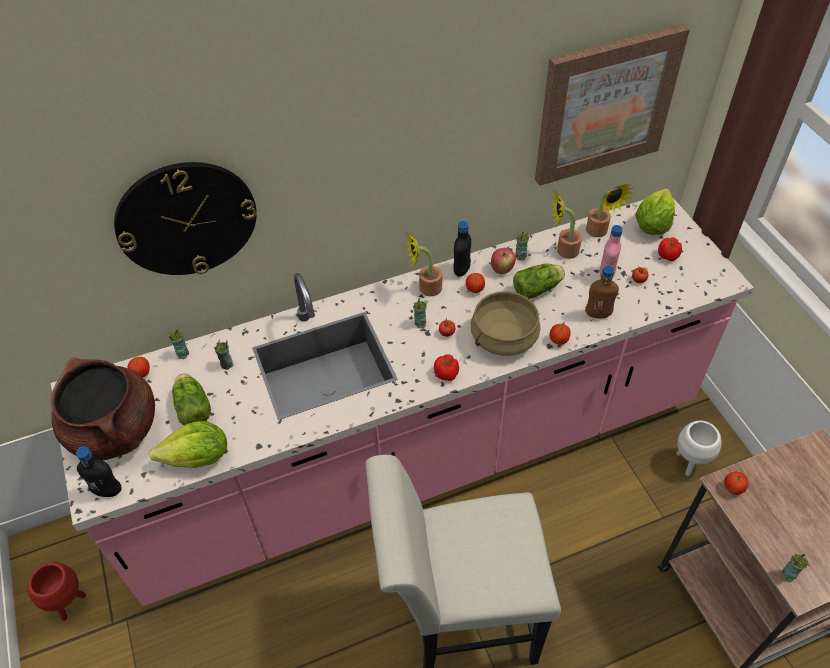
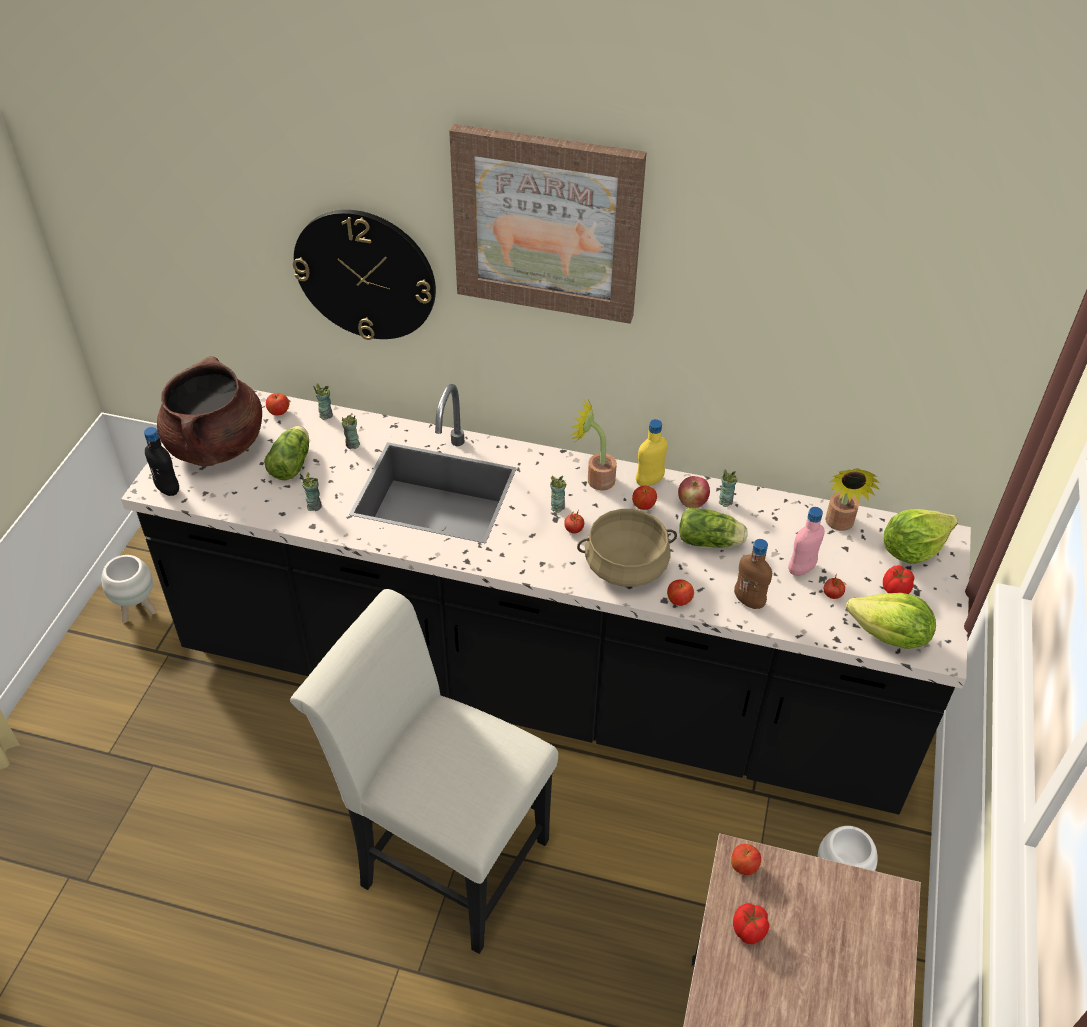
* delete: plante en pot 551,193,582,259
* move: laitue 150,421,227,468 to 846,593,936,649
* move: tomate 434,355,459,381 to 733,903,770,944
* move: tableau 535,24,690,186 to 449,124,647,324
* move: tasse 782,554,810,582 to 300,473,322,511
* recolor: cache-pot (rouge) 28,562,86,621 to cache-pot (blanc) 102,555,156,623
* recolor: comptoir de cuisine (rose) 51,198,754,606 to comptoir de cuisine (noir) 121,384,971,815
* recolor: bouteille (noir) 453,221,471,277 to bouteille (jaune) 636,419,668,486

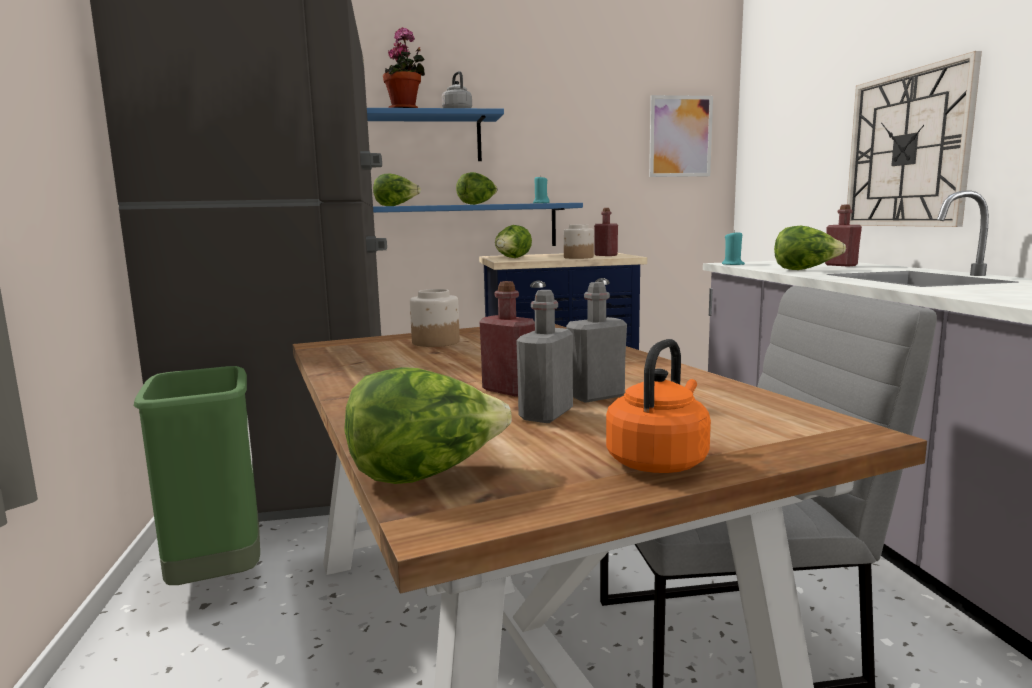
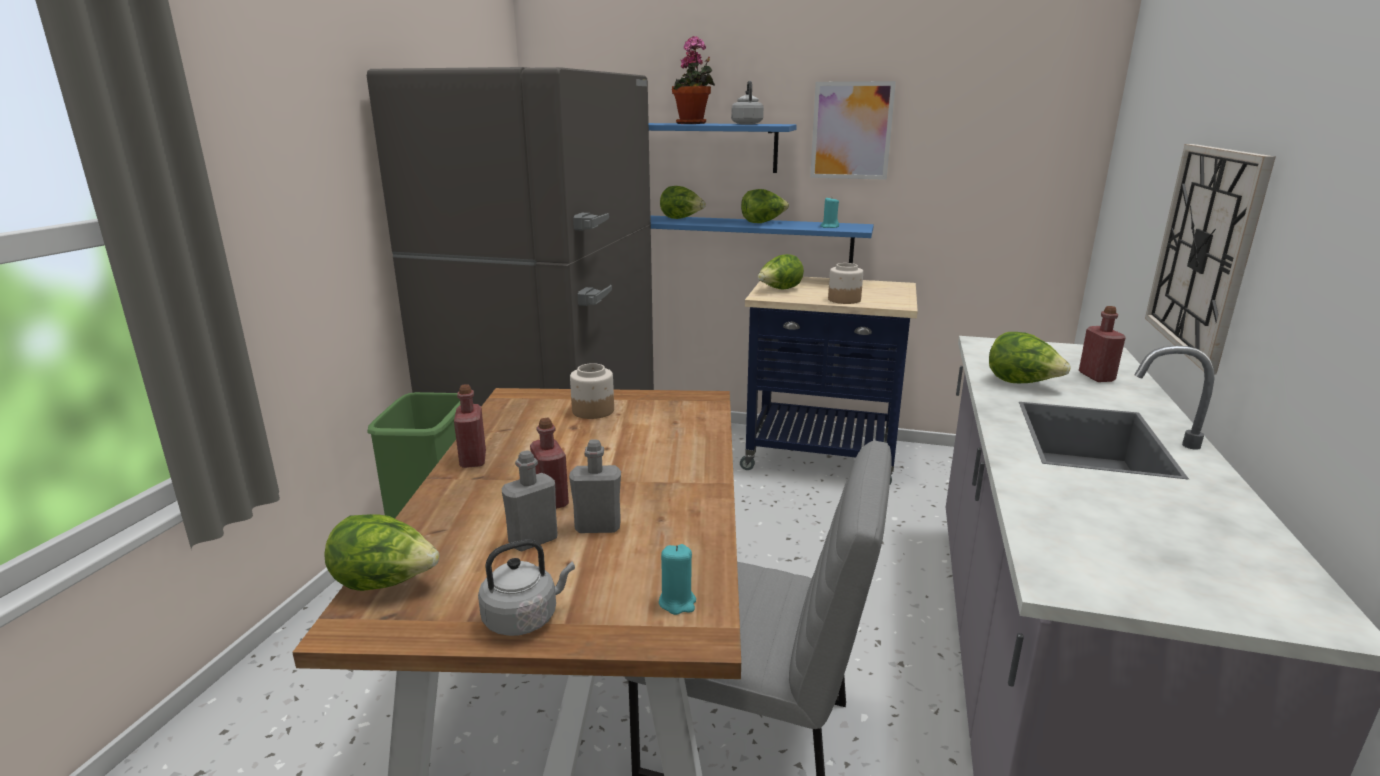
* move: bouteille (rouge) 594,208,618,256 to 454,384,486,468
* move: tableau 649,95,713,177 to 810,81,896,180
* move: bougie (turquoise) 722,231,745,265 to 659,544,696,615
* recolor: bouilloire (orange) 606,339,711,473 to bouilloire (gris) 478,539,575,636

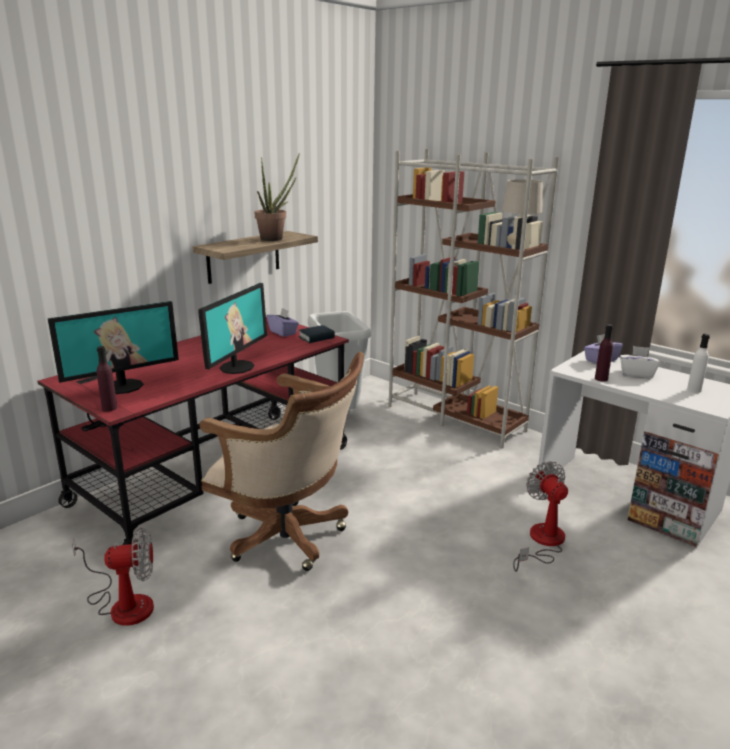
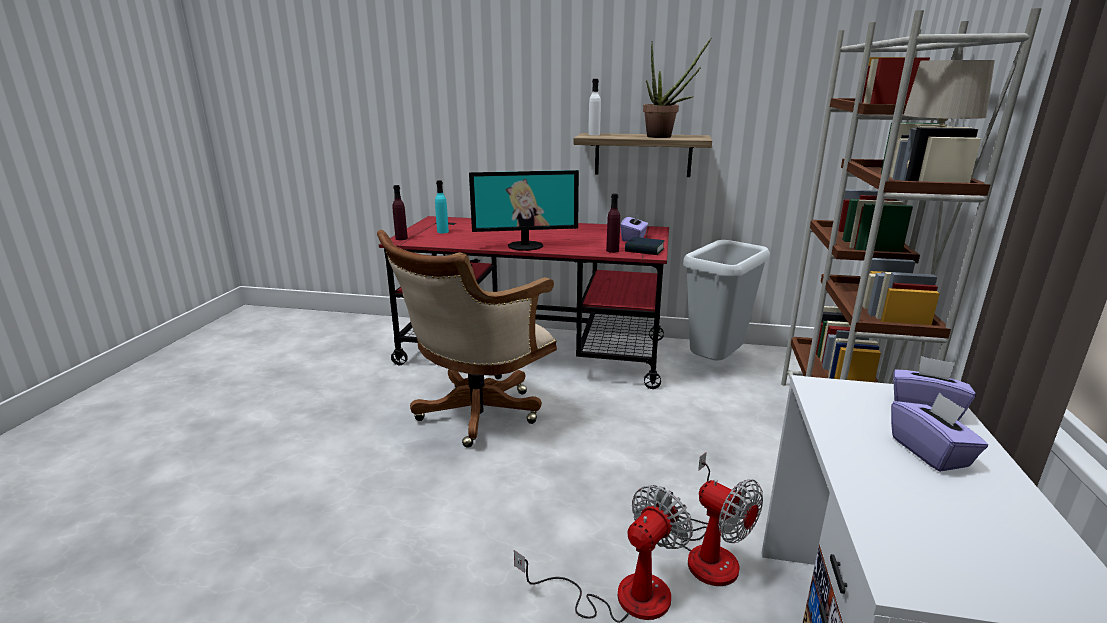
* move: ventilateur 72,528,154,626 to 682,452,763,586
* move: bouteille (violet) 595,324,613,382 to 606,193,620,253
* move: bouteille (blanc) 687,334,710,393 to 588,79,601,135
* replace: écran d'ordinateur 48,301,179,394 to bouteille (turquoise) 435,180,449,233
* recolor: boîte à mouchoirs (blanc) 620,346,660,378 to boîte à mouchoirs (violet) 891,392,988,472
* rotate: chaise de bureau 199,352,364,571 = 377,230,557,448 45 degrees clockwise

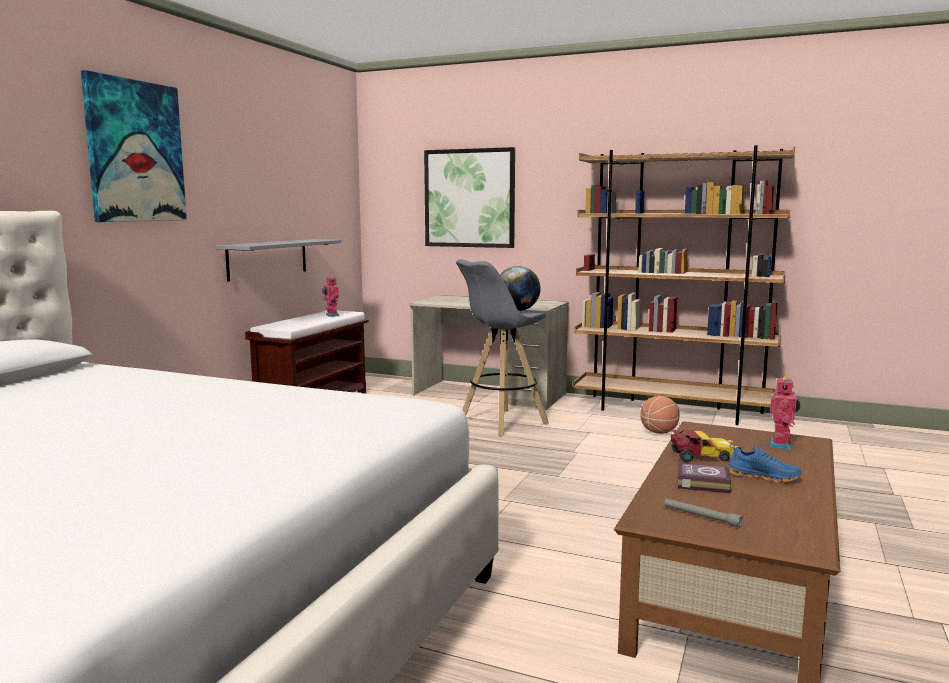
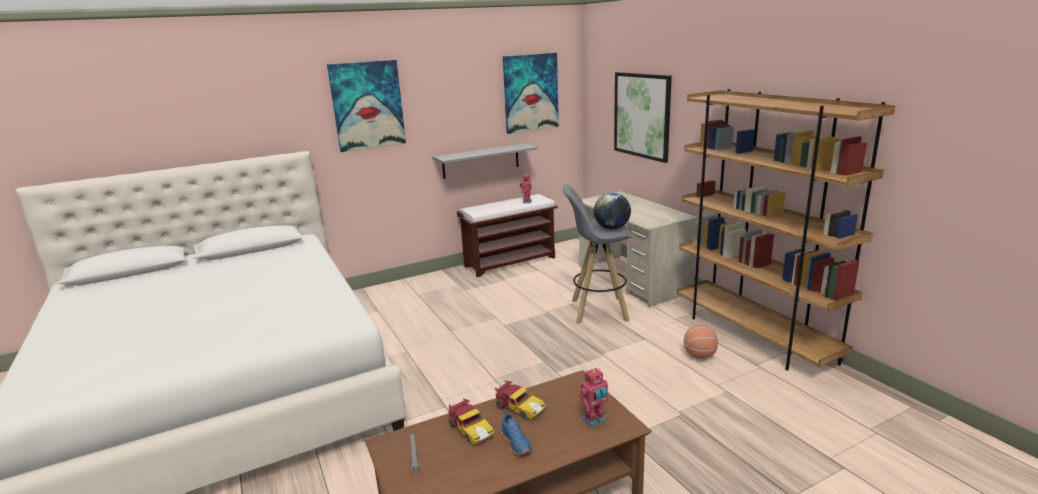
* insert: tableau 503,53,559,134
* replace: livre 677,463,732,493 to petite voiture 448,398,494,445

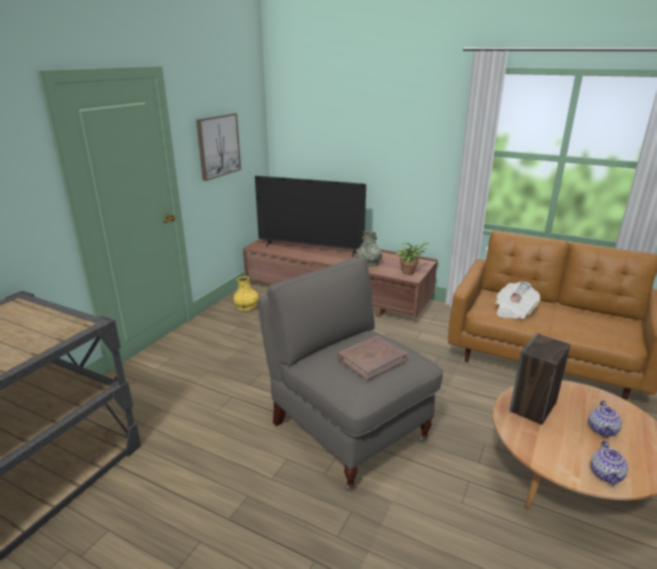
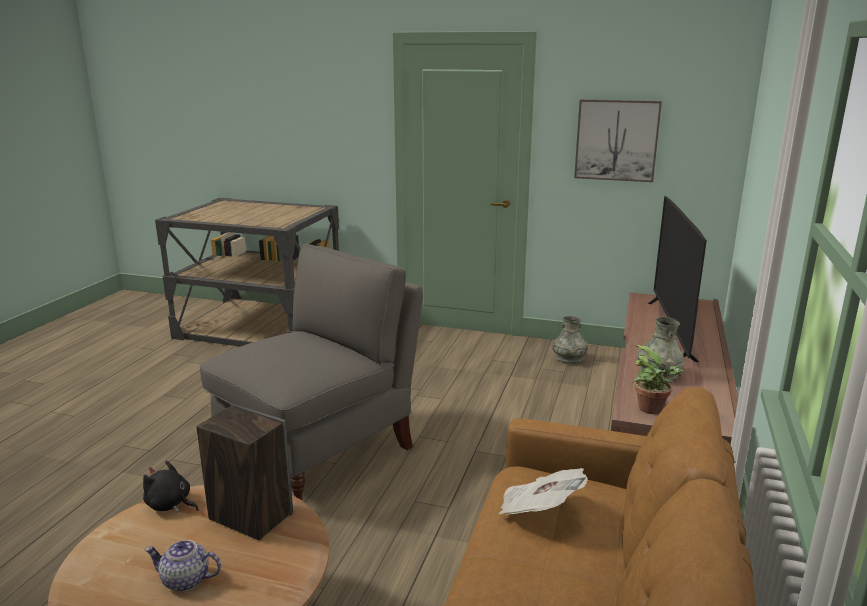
* delete: livre (marron) 337,336,407,380
* delete: théière 591,441,628,485
* insert: peluche (noir) 143,461,199,512
* recolor: vase (jaune) 234,276,259,311 to vase (gris) 552,316,588,363

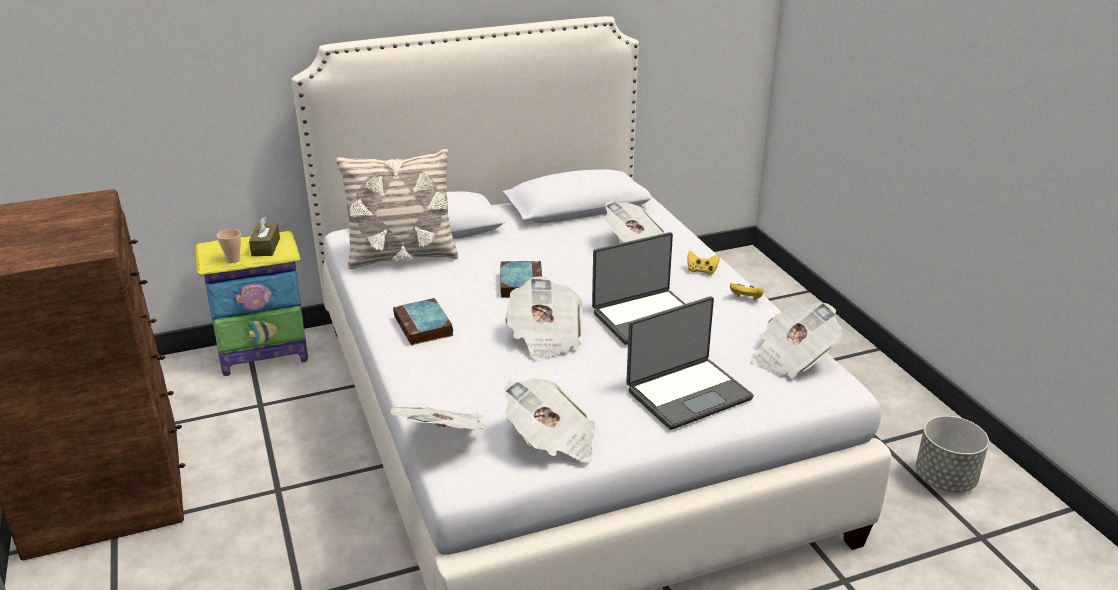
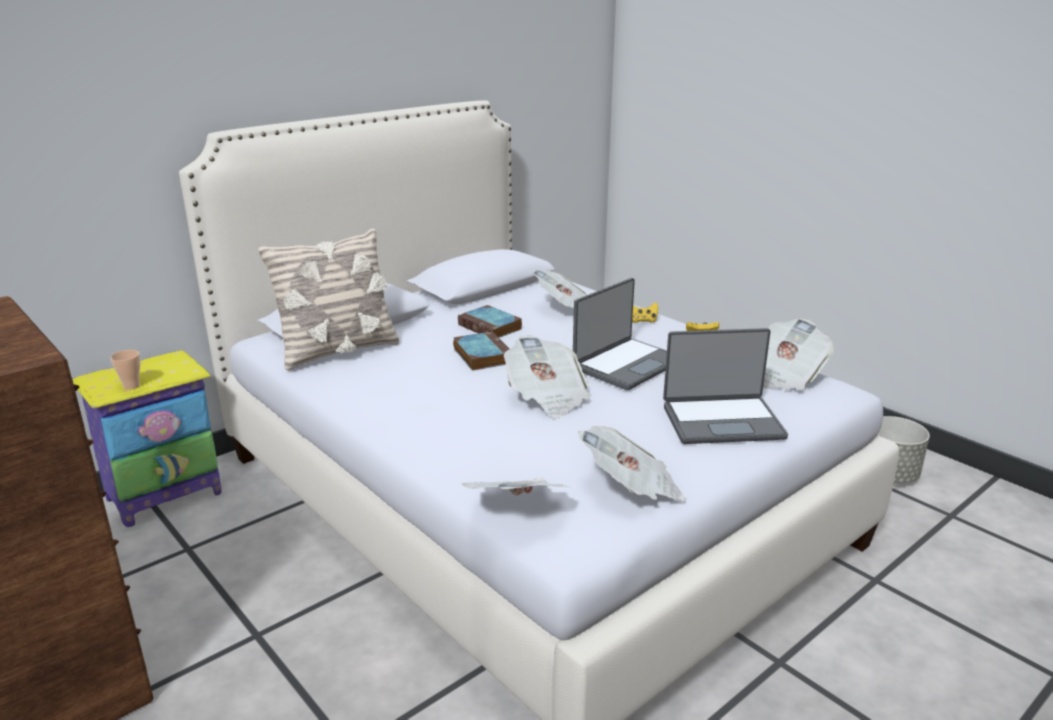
* delete: boîte à mouchoirs (marron) 249,216,280,256
* move: livre 393,298,453,345 to 458,305,522,338
* rotate: ordinateur portable 626,296,754,430 = 663,328,788,444 45 degrees clockwise

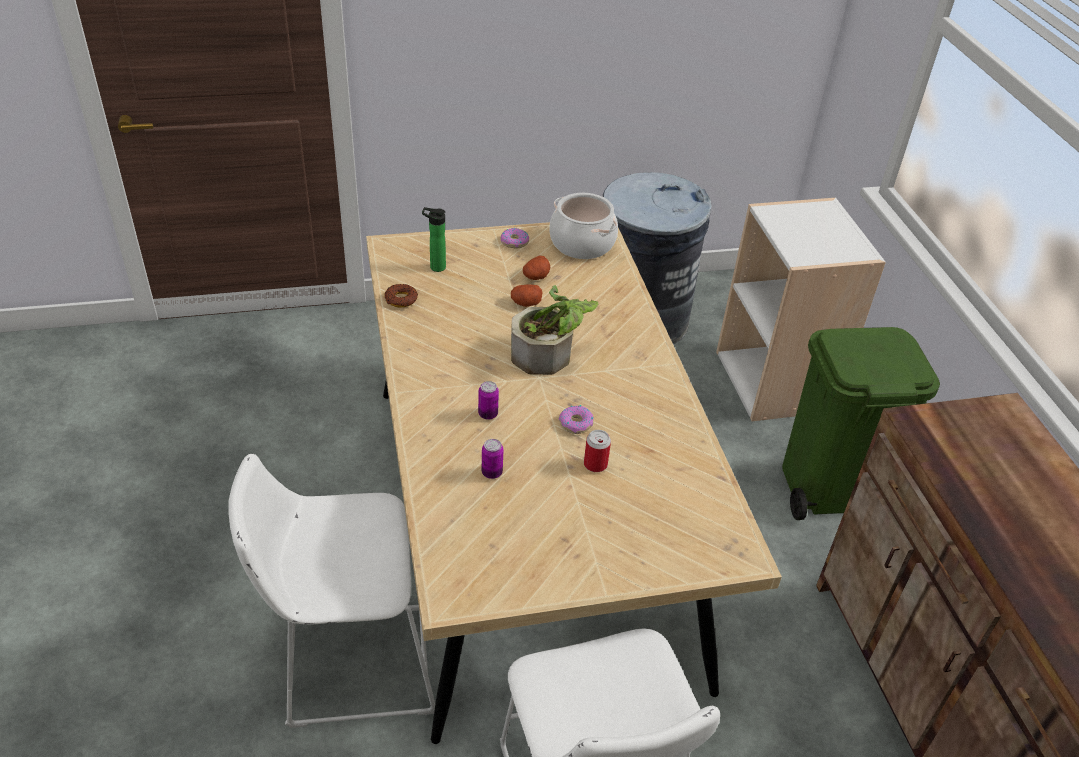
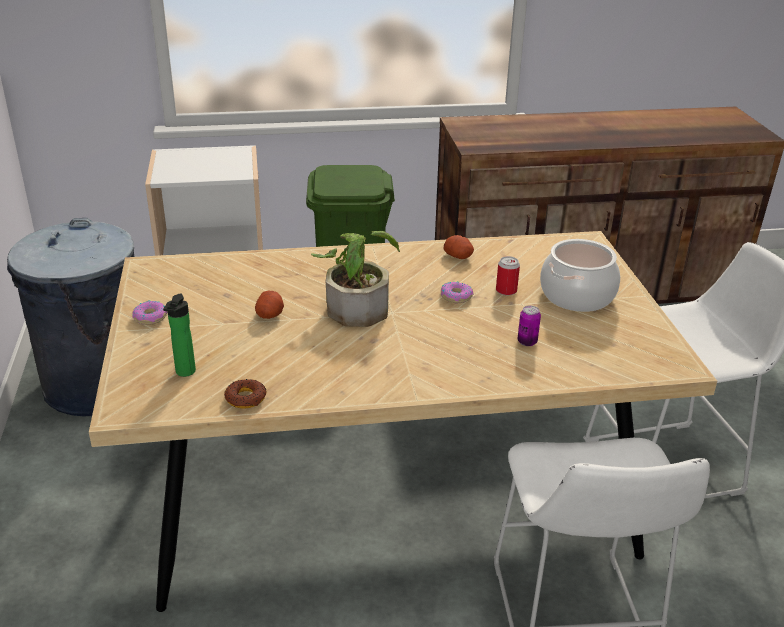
* delete: boîte métallique 478,381,499,420
* move: pomme de terre 523,255,550,280 to 444,235,474,259
* move: marmite 549,193,618,259 to 540,239,620,312

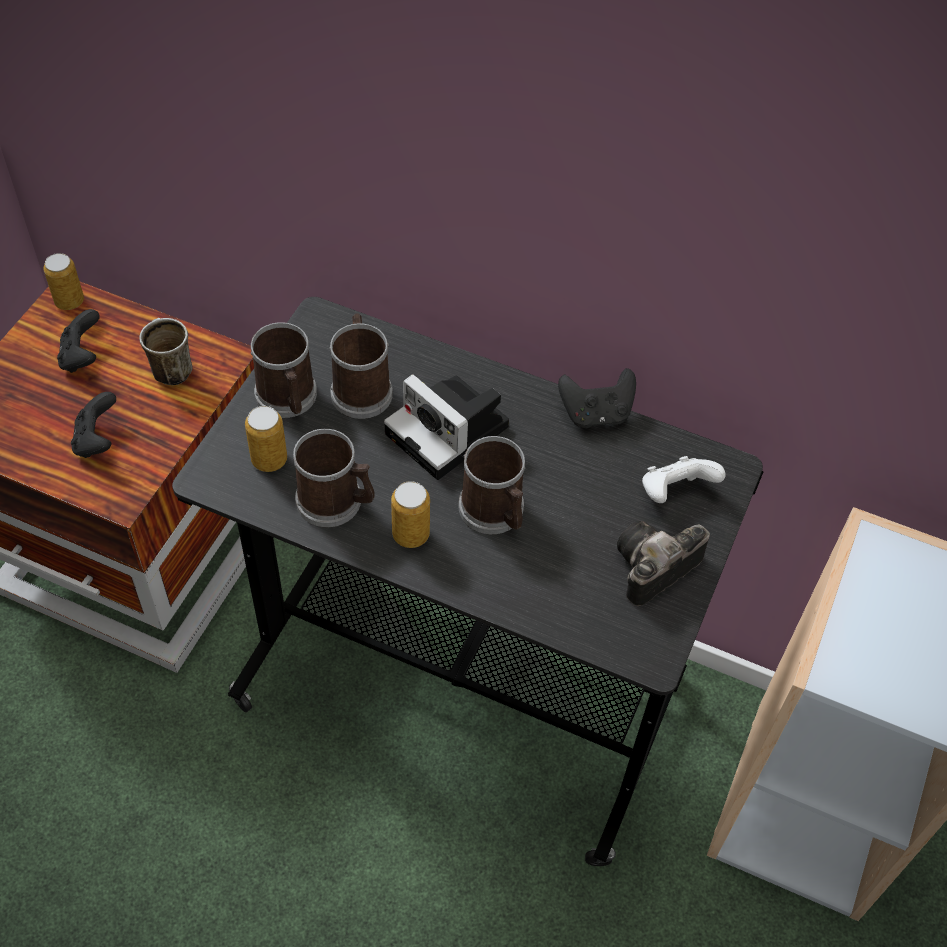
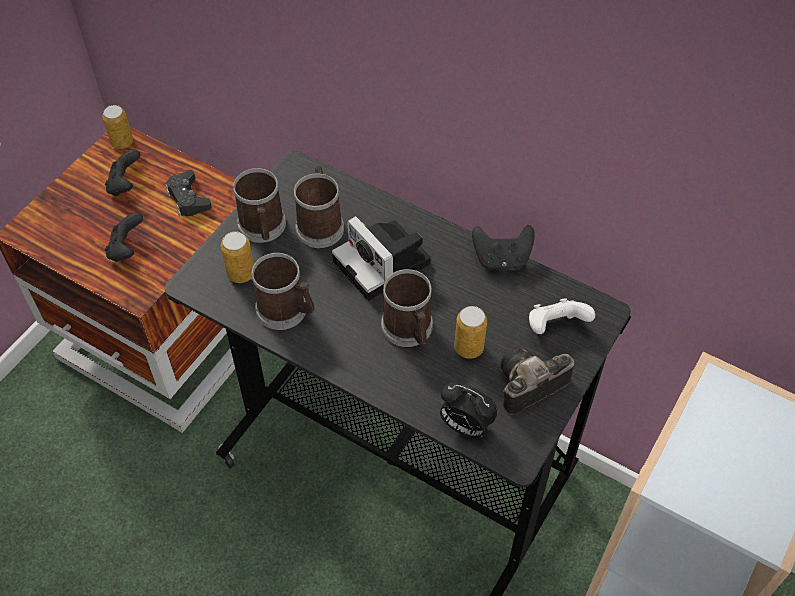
* insert: réveil 440,382,498,438
* move: boîte métallique 391,481,430,548 to 454,306,487,359
* replace: mug 139,318,192,385 to manette (noir) 165,170,212,216

